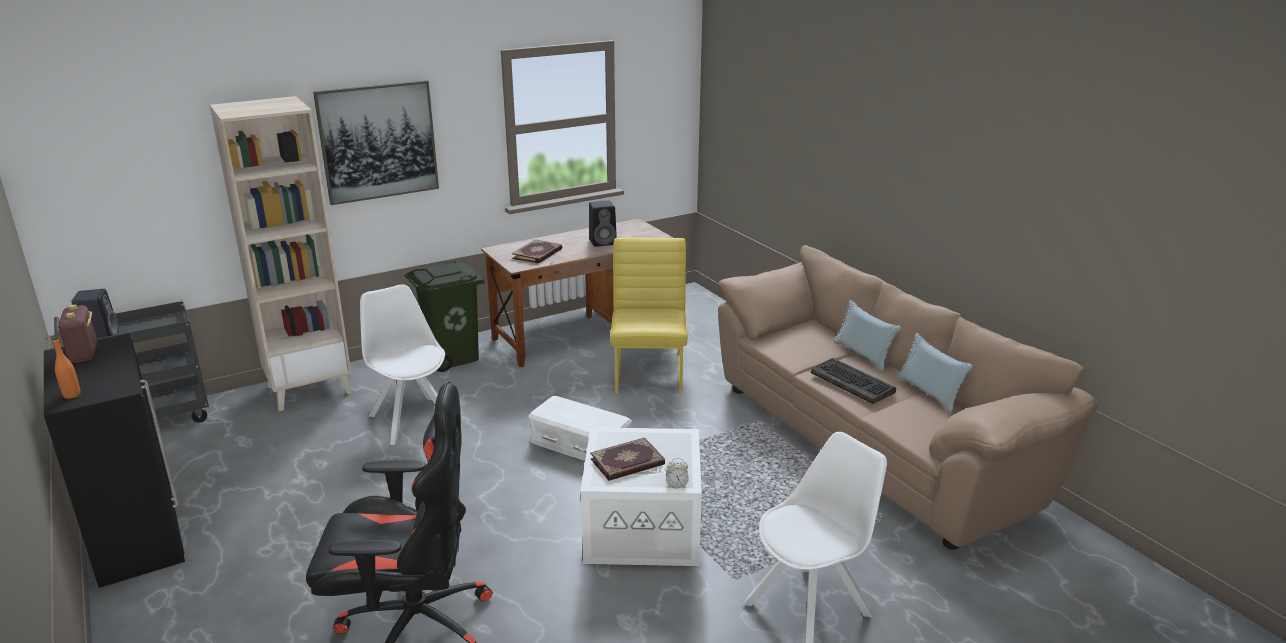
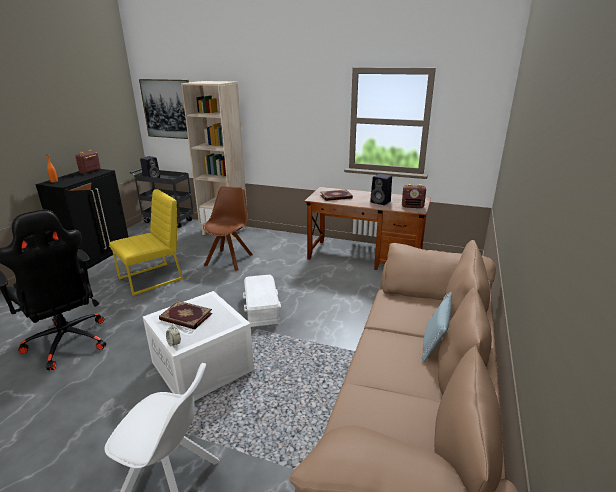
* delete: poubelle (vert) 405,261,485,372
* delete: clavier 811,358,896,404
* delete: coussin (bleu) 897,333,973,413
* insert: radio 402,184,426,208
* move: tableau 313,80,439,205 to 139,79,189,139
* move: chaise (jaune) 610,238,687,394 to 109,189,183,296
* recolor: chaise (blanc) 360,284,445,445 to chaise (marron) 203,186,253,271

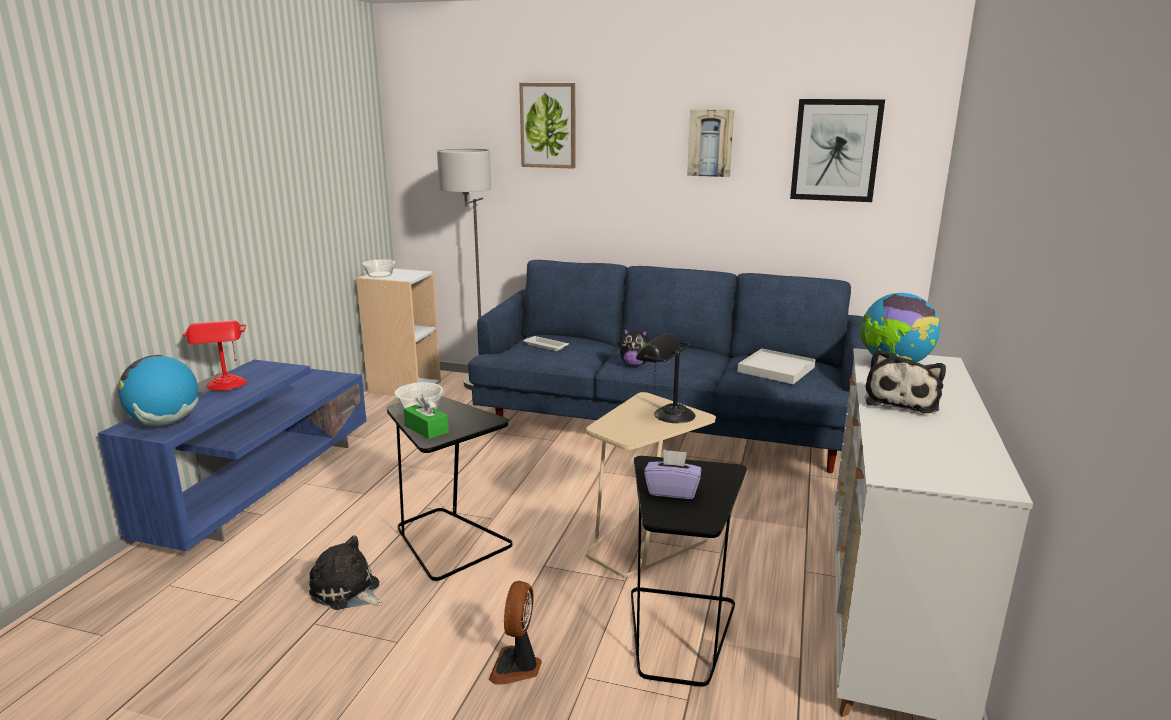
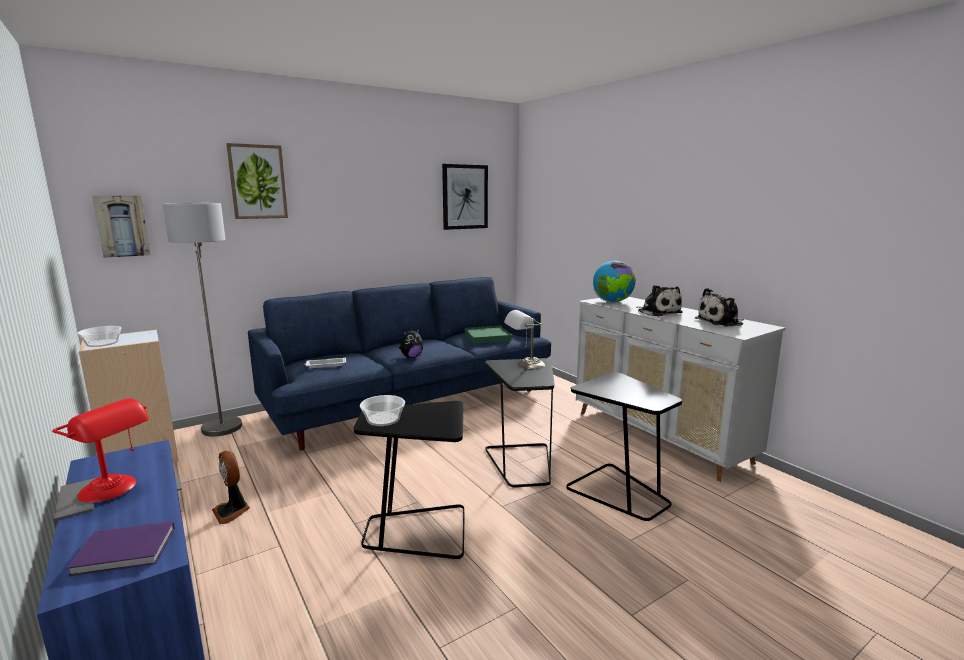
* delete: boîte à mouchoirs (vert) 403,395,449,439
* delete: boîte à mouchoirs (violet) 644,449,701,499
* move: peluche 309,536,383,610 to 695,288,744,327
* move: ventilateur 488,581,542,685 to 212,451,250,524
* move: tableau 687,109,734,177 to 92,196,150,258
* replace: globe 119,355,198,426 to livre (violet) 66,521,175,577
* recolor: table d'appoint (beige) 586,392,716,577 to table d'appoint (noir) 485,358,554,488
* recolor: lampe de table (noir) 636,333,696,423 to lampe de table (blanc) 504,310,546,369
* recolor: plateau (blanc) 737,348,815,384 to plateau (vert) 465,326,512,343

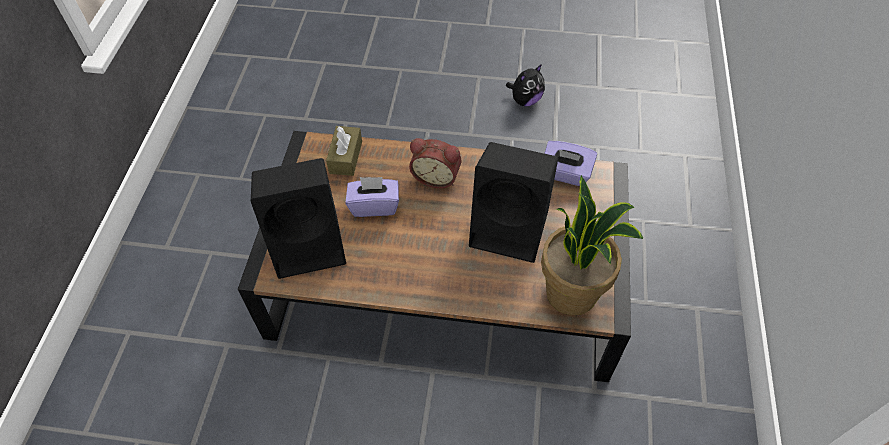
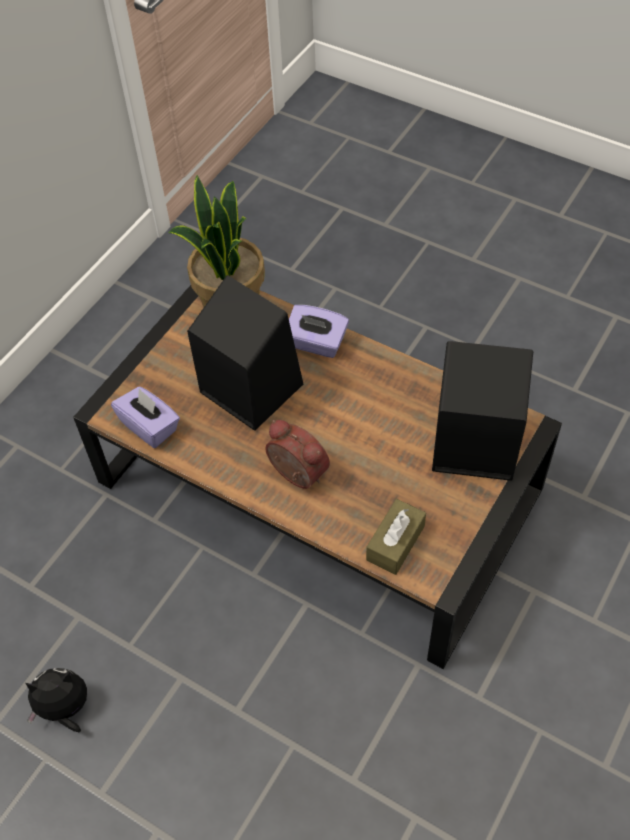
* move: boîte à mouchoirs (violet) 346,177,399,217 to 289,305,349,358

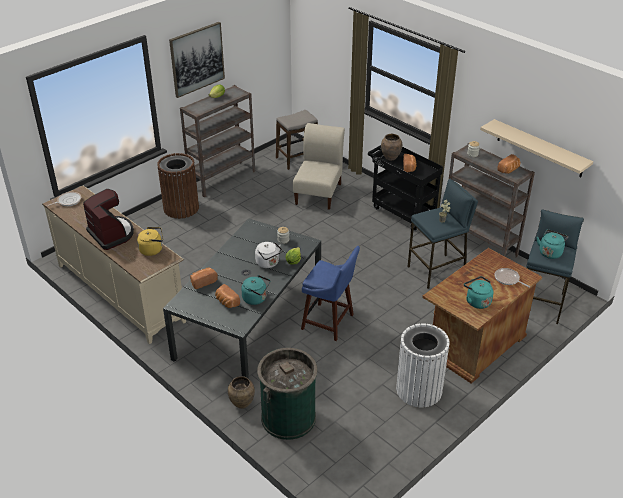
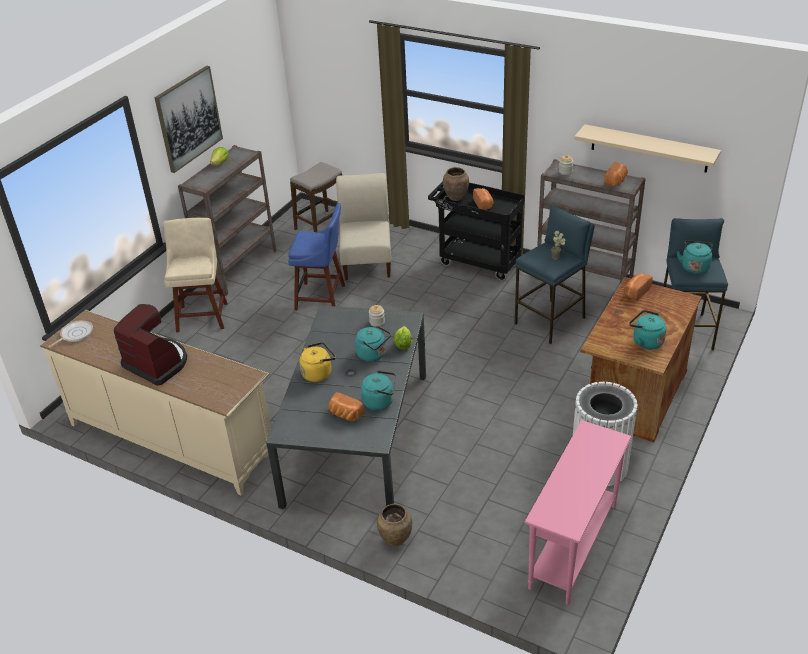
* delete: poubelle (vert) 257,348,318,440
* delete: poêle 495,268,530,288
* insert: table console (rose) 525,420,632,605
* move: bouilloire (jaune) 137,227,163,256 to 299,342,336,382
* move: pain 190,267,218,289 to 624,273,653,301
* move: chaise (bleu) 301,246,360,341 to 288,203,345,310
* replace: poubelle (marron) 157,153,199,219 to chaise (beige) 163,218,228,332
* recolor: bouilloire (blanc) 255,242,283,268 to bouilloire (turquoise) 355,326,391,362

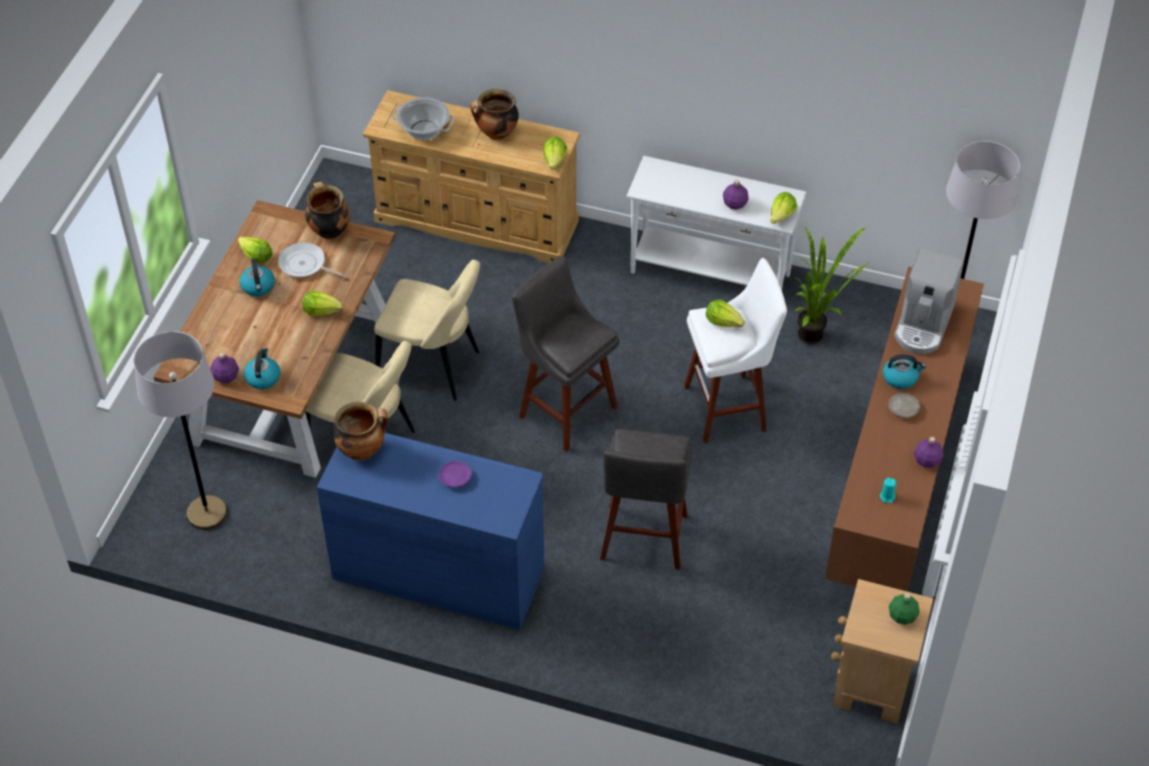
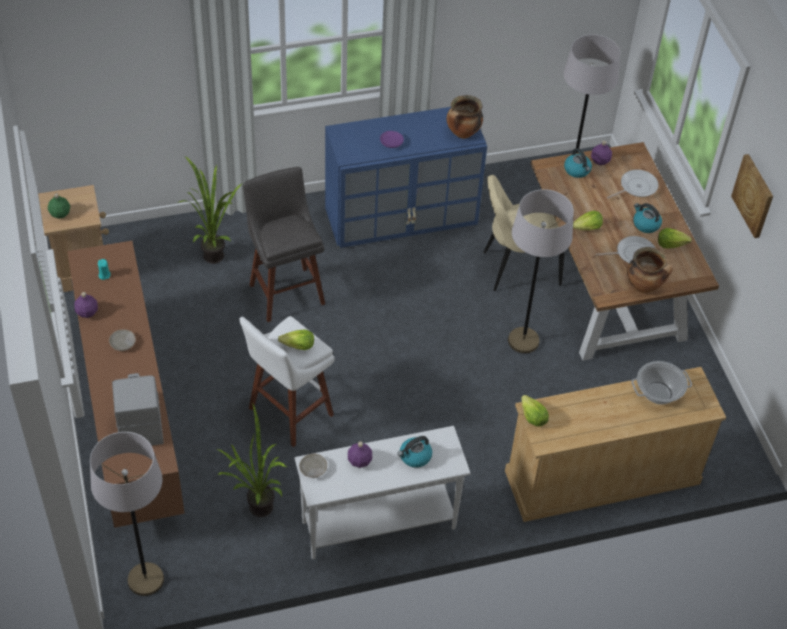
* delete: marmite 470,88,519,140
* delete: tabouret (gris) 512,256,620,452
* insert: plante en pot 178,156,242,264
* insert: poêle 607,170,659,199
* insert: tableau 731,154,773,238
* move: bouilloire 883,354,926,389 to 398,436,432,468
* replace: chaise (beige) 374,260,480,401 to lampadaire (gris) 508,189,574,354
* replace: laitue 771,192,797,224 to assiette (beige) 299,454,327,478

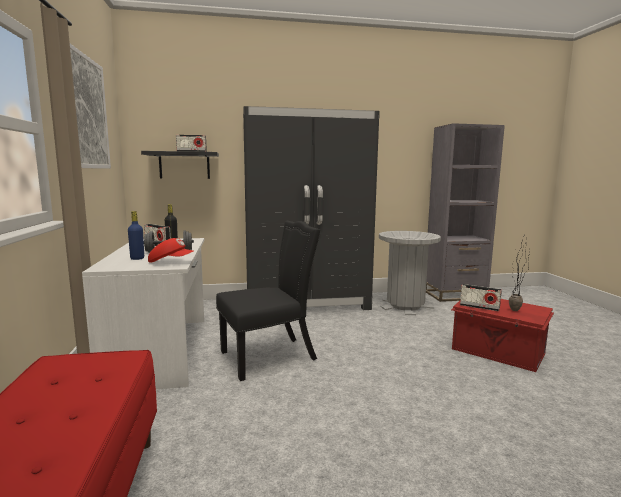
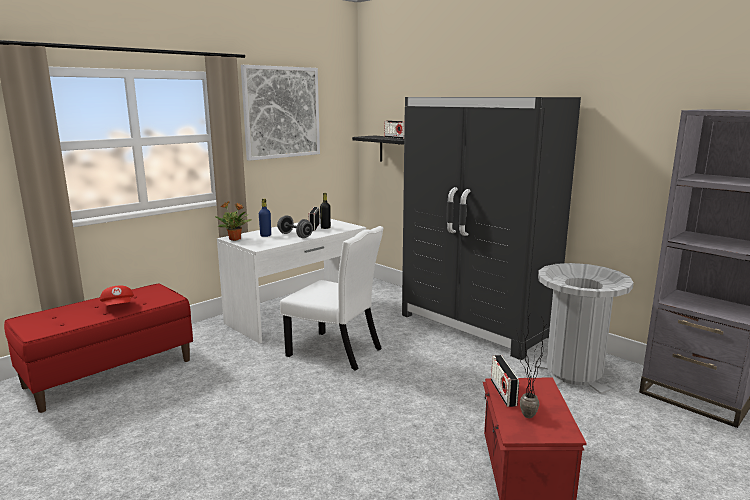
* insert: plante en pot 215,201,251,241
* move: casquette (rouge) 148,238,194,263 to 100,285,134,306
* recolor: chaise (noir) 216,221,320,381 to chaise (blanc) 280,226,383,371

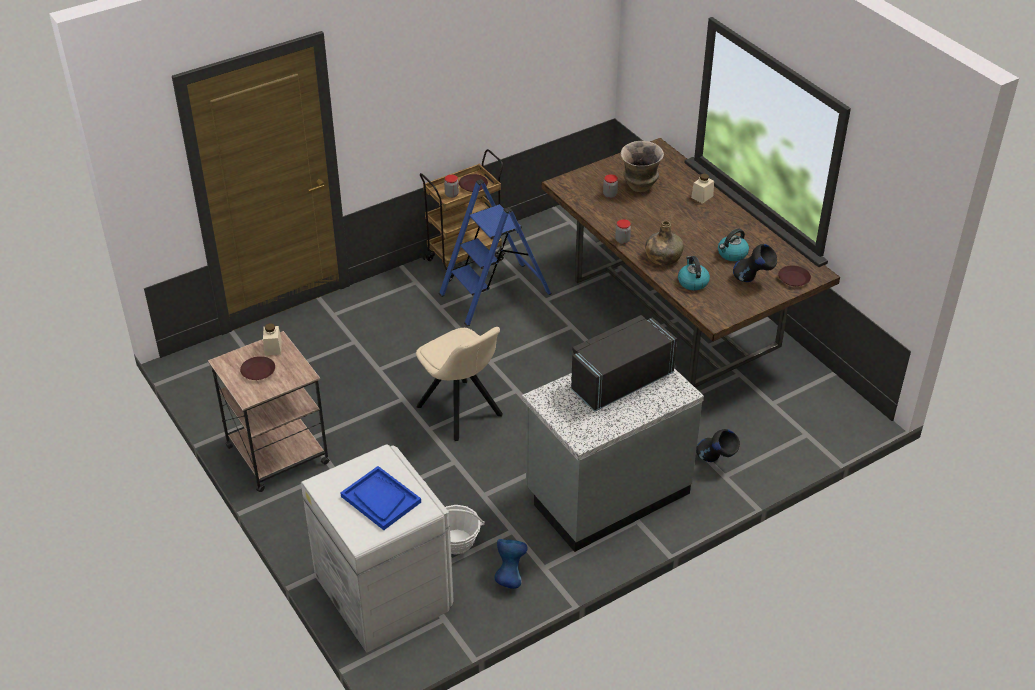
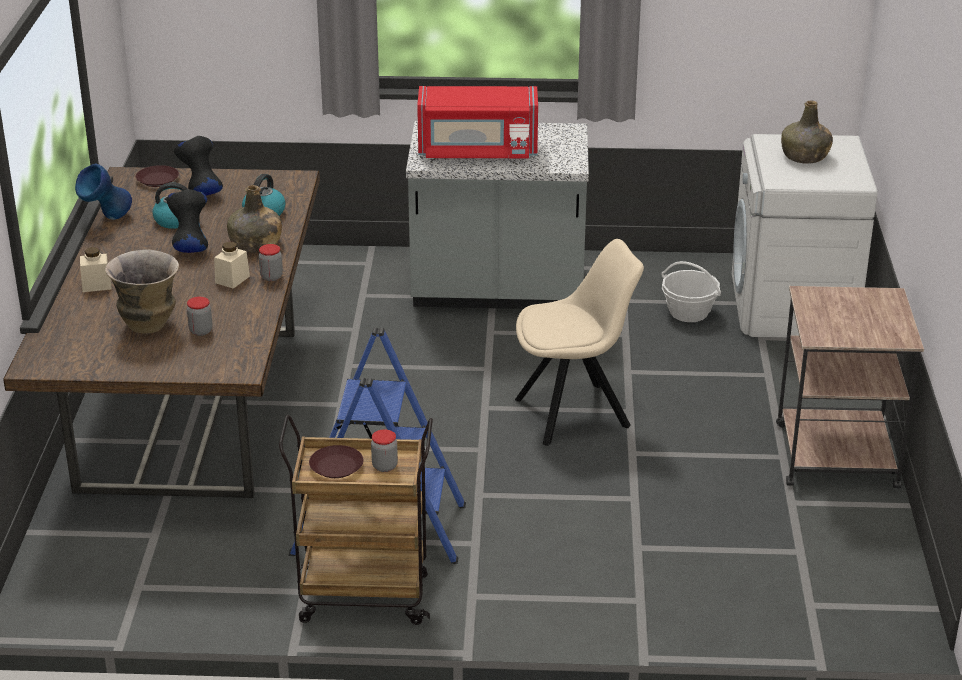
* delete: assiette (marron) 240,356,275,380
* move: bocal (beige) 263,323,282,355 to 214,242,250,289
* move: vase (bleu) 495,539,527,589 to 75,164,132,220
* move: vase (noir) 696,429,740,462 to 166,189,208,253
* replace: plateau (bleu) 340,466,421,530 to bouteille (vert) 781,101,833,164
* recolor: micro-ondes (noir) 571,315,677,412 to micro-ondes (rouge) 417,86,538,158
* rotate: chaise (beige) 416,327,503,441 = 515,239,644,446 75 degrees clockwise

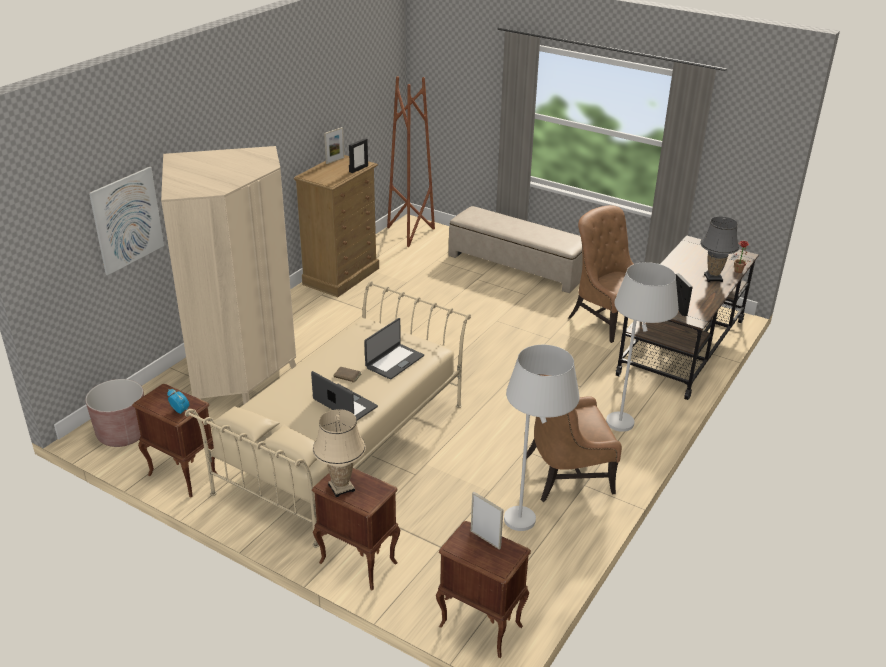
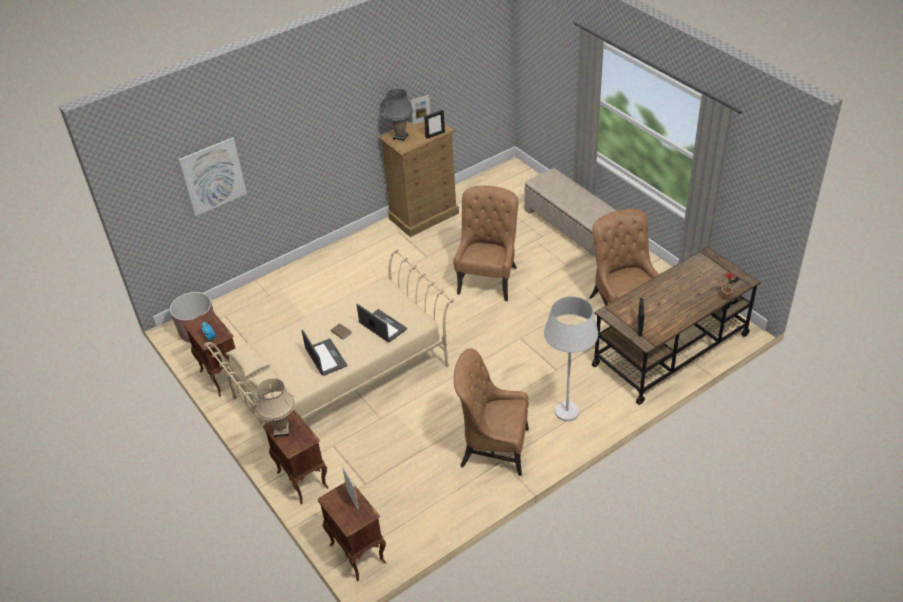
* delete: armoire (beige) 161,146,296,405
* delete: portant (marron) 387,76,435,247
* delete: lampadaire (blanc) 504,345,580,531
* insert: chaise (marron) 453,186,519,301
* move: lampe de table (gris) 700,217,739,282 to 383,89,413,141
* rotate: ordinateur portable 364,318,424,380 = 357,304,407,342 105 degrees counterclockwise

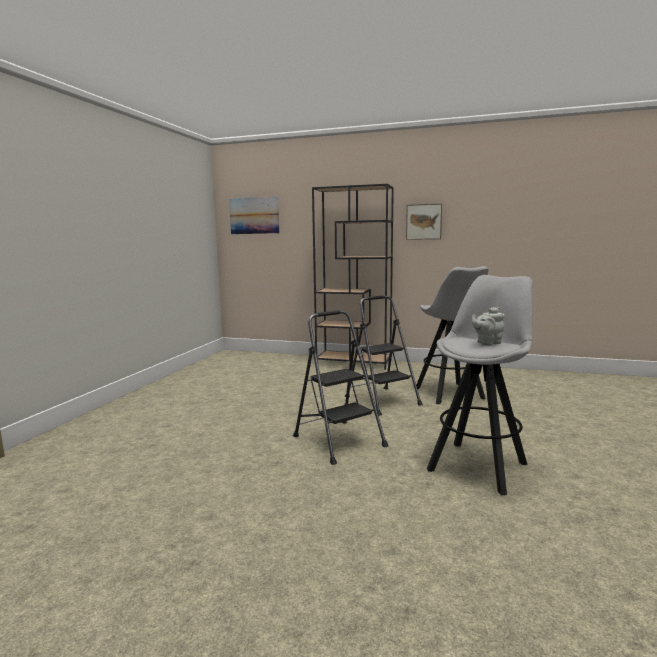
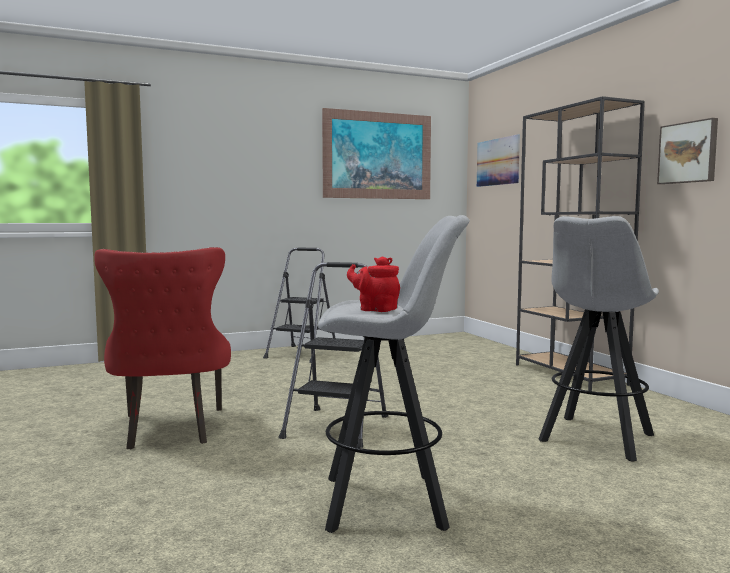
* insert: chaise (rouge) 94,247,231,449
* insert: tableau 322,108,431,199
* move: escabeau (noir) 345,295,423,416 to 263,247,337,363
* recolor: théière (gris) 472,307,505,345 to théière (rouge) 347,256,400,312

